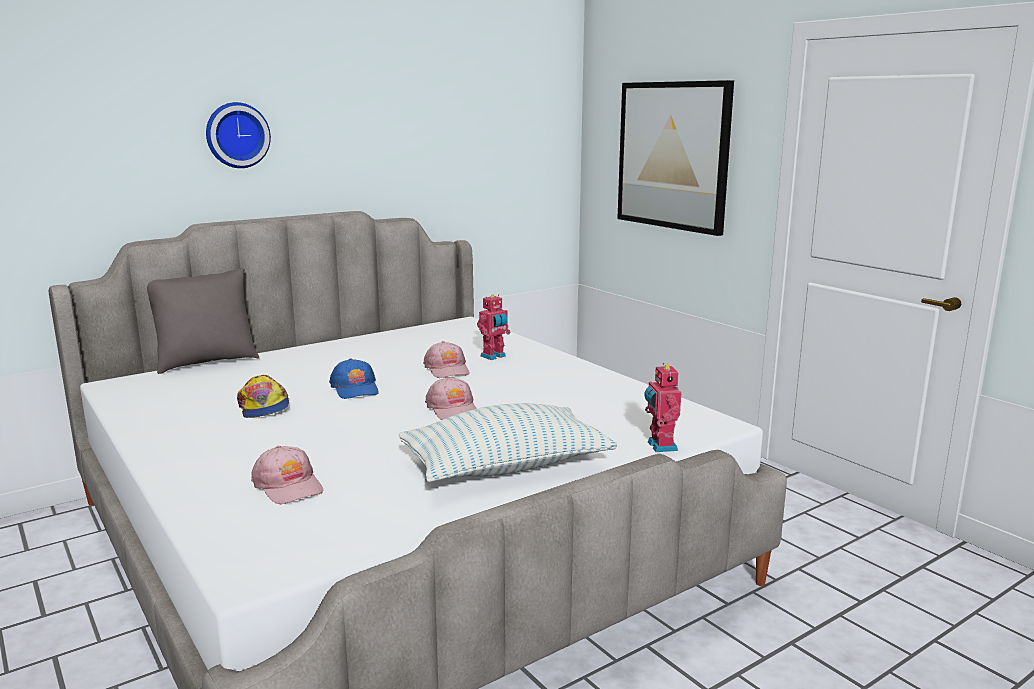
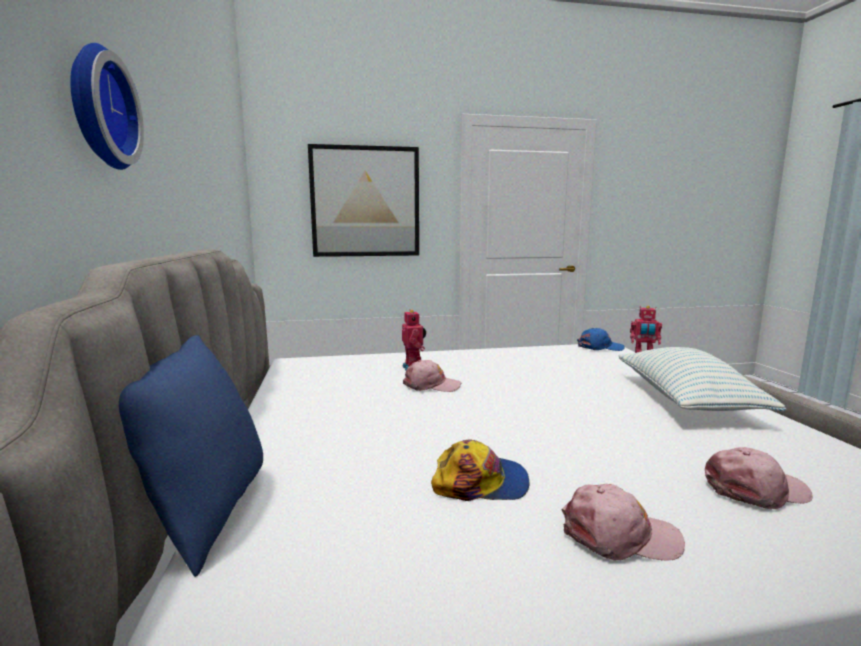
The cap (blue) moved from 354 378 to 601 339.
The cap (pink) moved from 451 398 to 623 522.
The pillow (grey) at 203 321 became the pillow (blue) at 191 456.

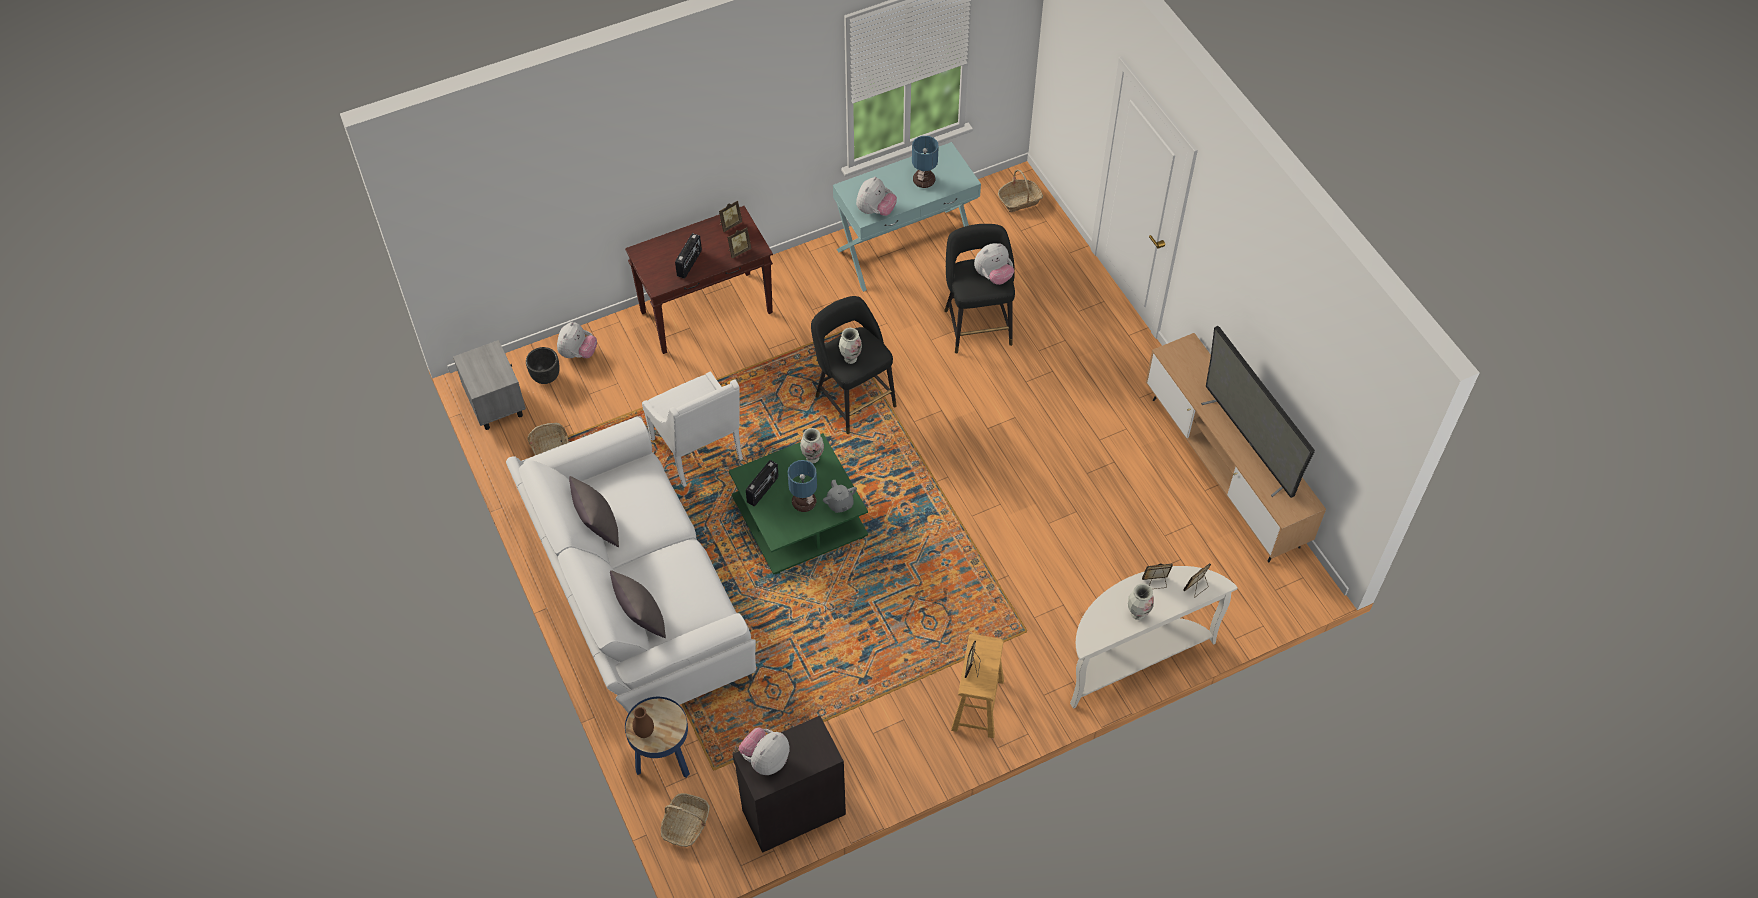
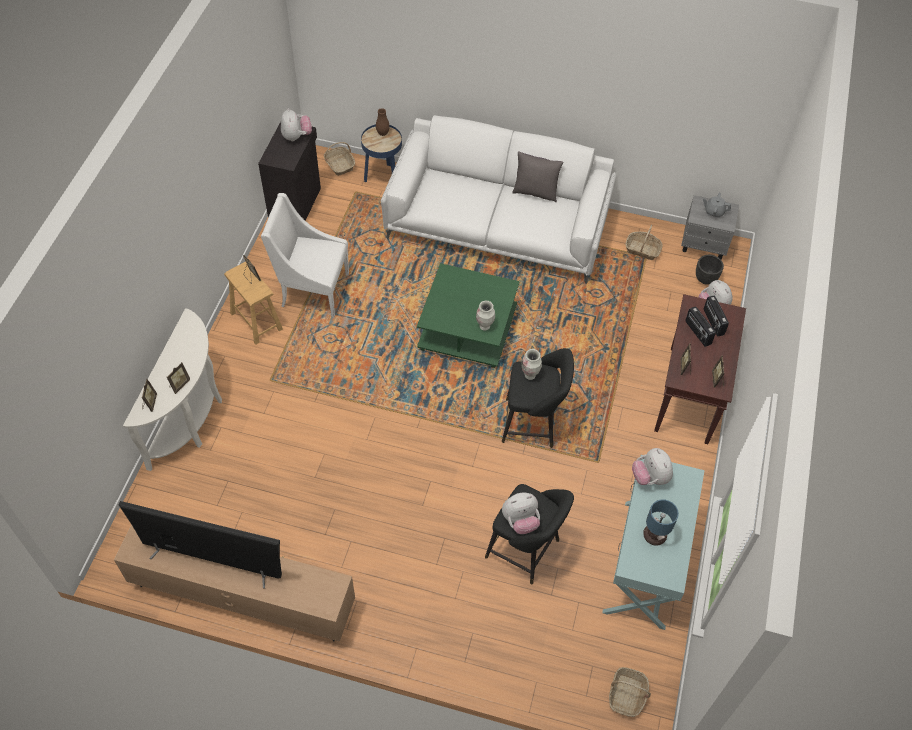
The pillow (grey) at 638 604 disappeared.
The table lamp at 802 486 disappeared.
The vase at 1141 602 disappeared.
The armchair (white) moved from 692 429 to 305 255.
The radio moved from 762 483 to 716 316.
The teapot (grey) moved from 840 496 to 717 205.
The plush toy at 994 264 turned 120 degrees counterclockwise.

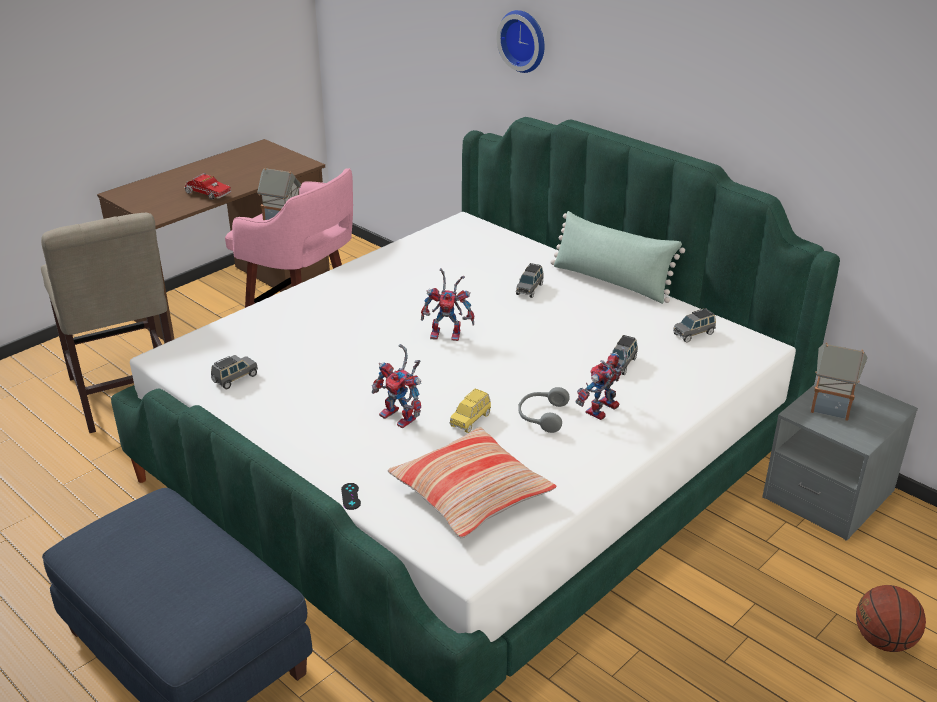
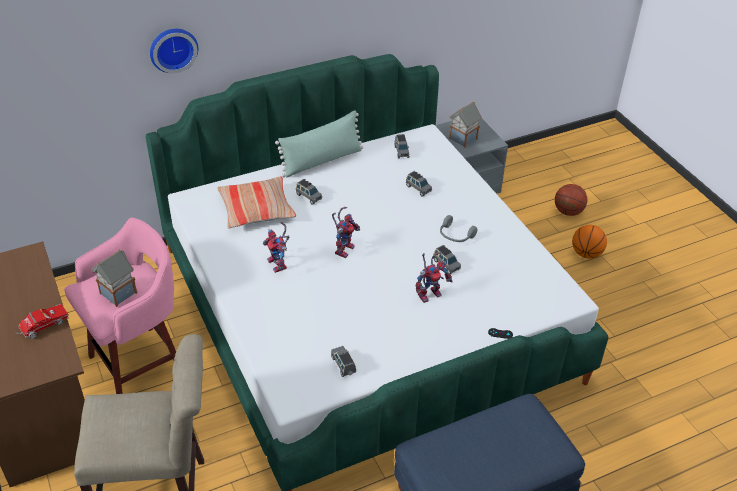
The basketball at 589 242 appeared.
The pillow moved from 472 482 to 256 202.
The toy robot moved from 601 383 to 276 247.
The toy car (yellow) at 470 410 became the toy car (grey) at 447 259.

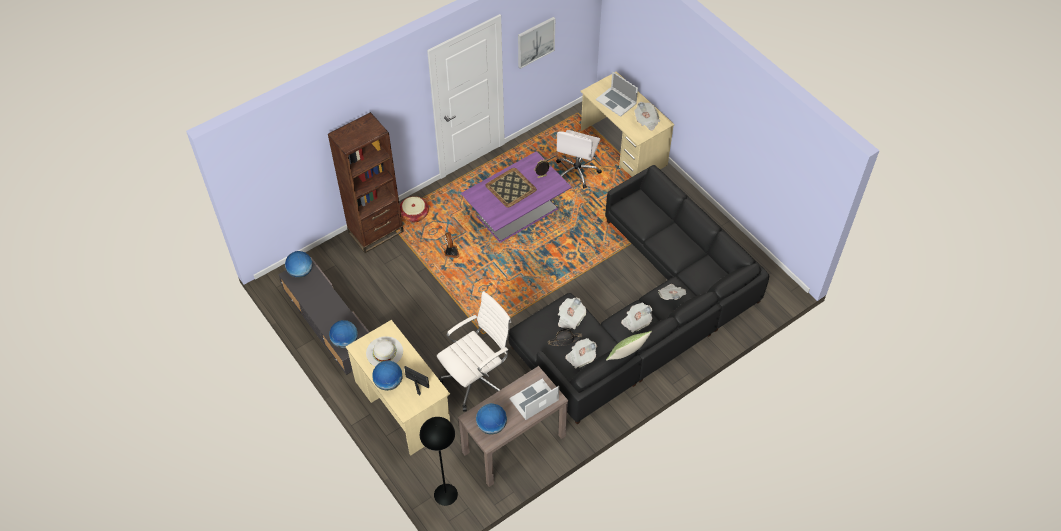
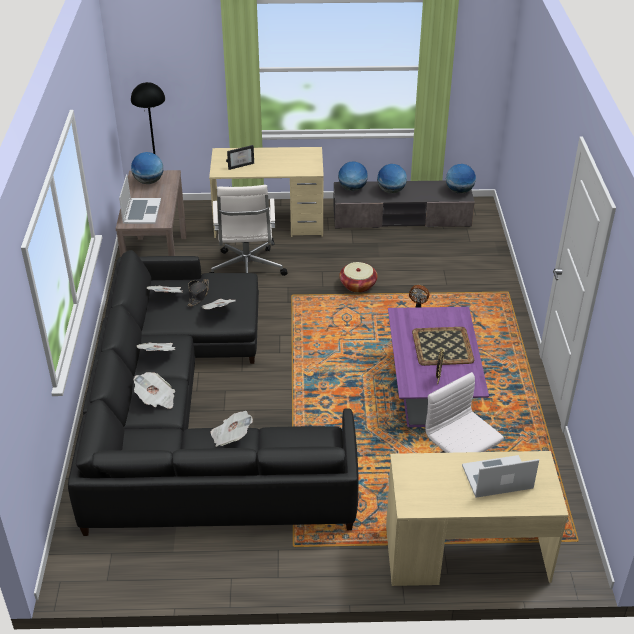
The bookcase (brown) at 366 182 disappeared.
The hat (white) at 384 351 disappeared.
The picture at 536 43 disappeared.
The pillow at 629 346 disappeared.
The globe moved from 387 375 to 392 179.
The basket moved from 414 209 to 358 277.
The newspaper moved from 647 116 to 231 429.

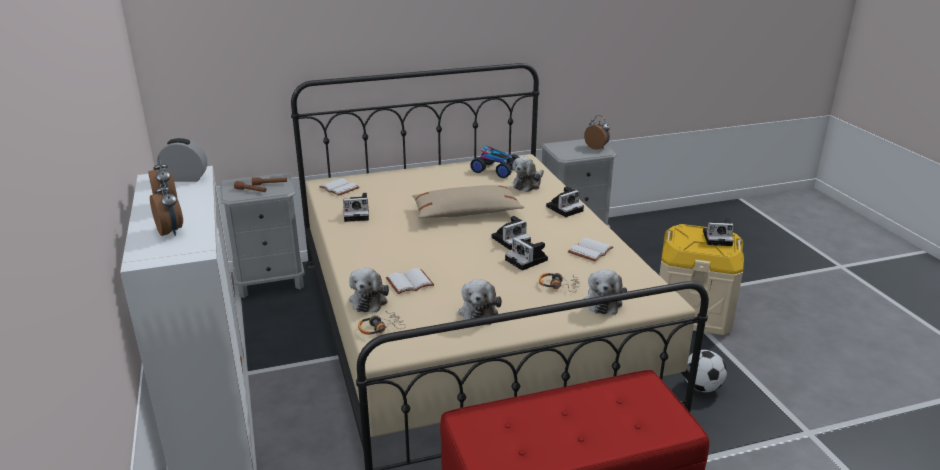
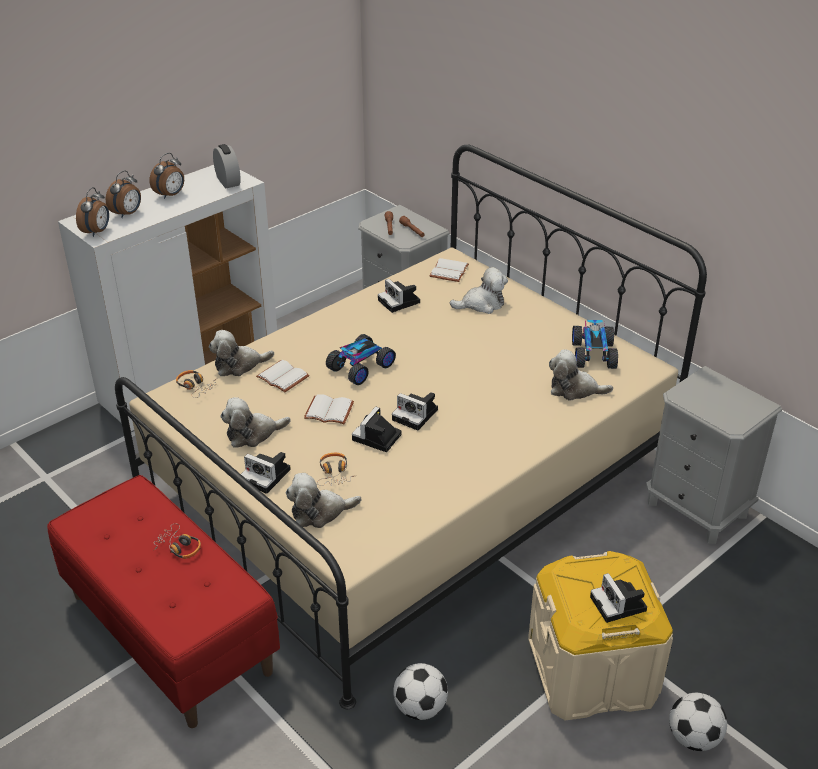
The pillow (beige) at 468 201 disappeared.
The headphones at 177 541 appeared.
The toy car at 361 359 appeared.
The plush toy at 478 290 appeared.
The football at 698 722 appeared.
The photo camera moved from 565 201 to 266 473.
The book (white) moved from 590 249 to 329 409.
The alarm clock moved from 597 132 to 92 212.

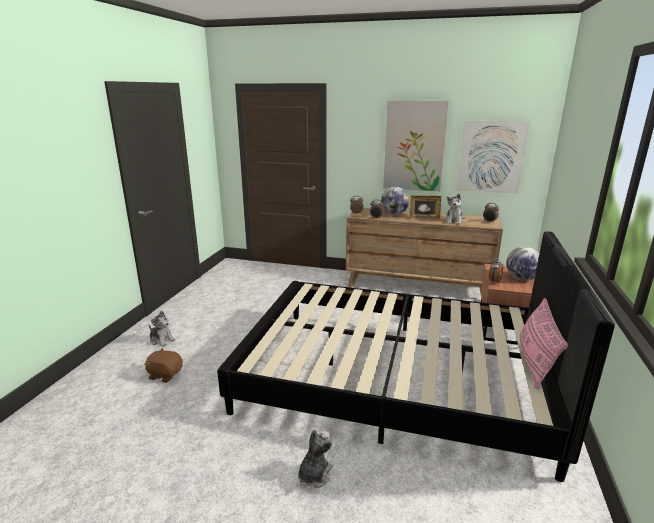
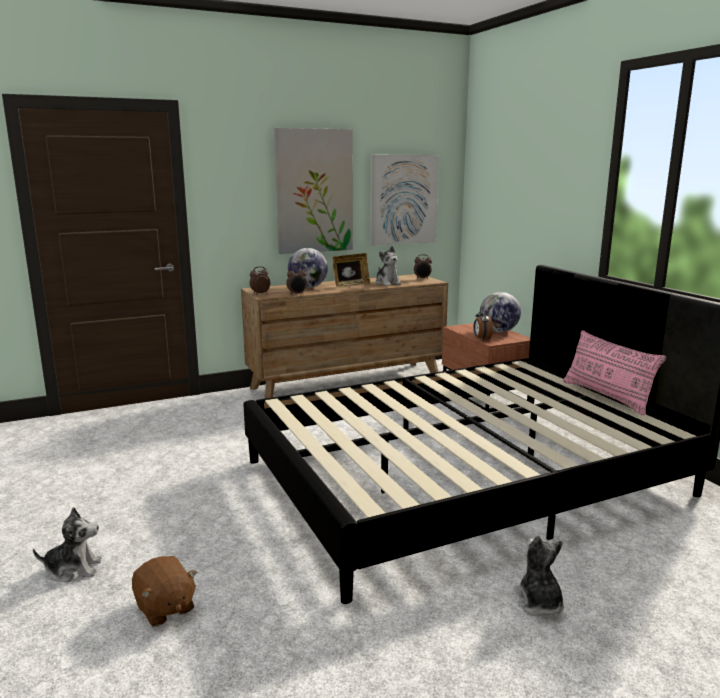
The plush toy (brown) at 163 365 turned 105 degrees counterclockwise.

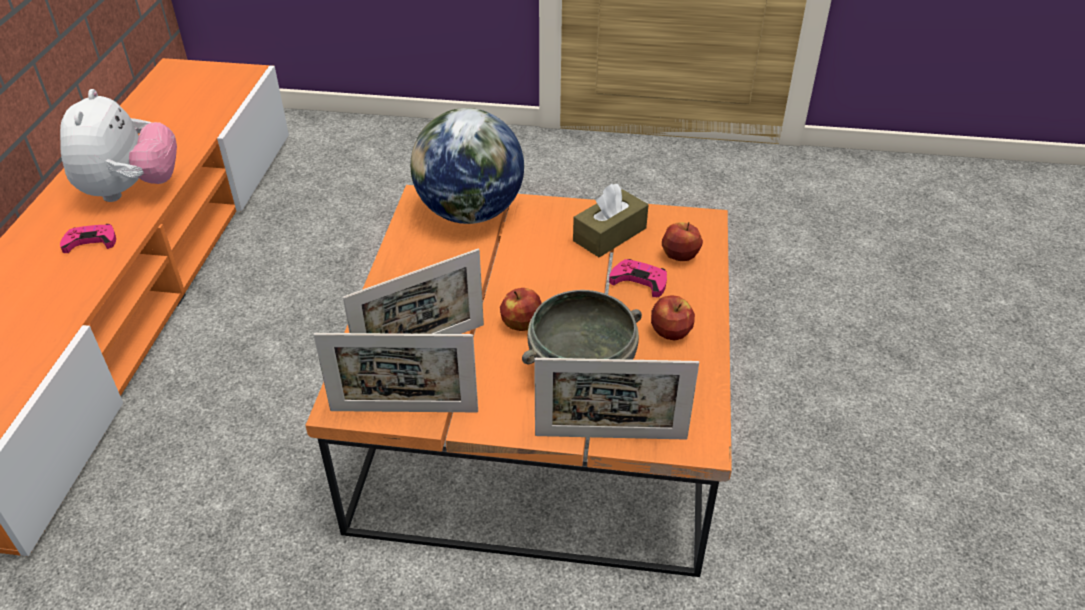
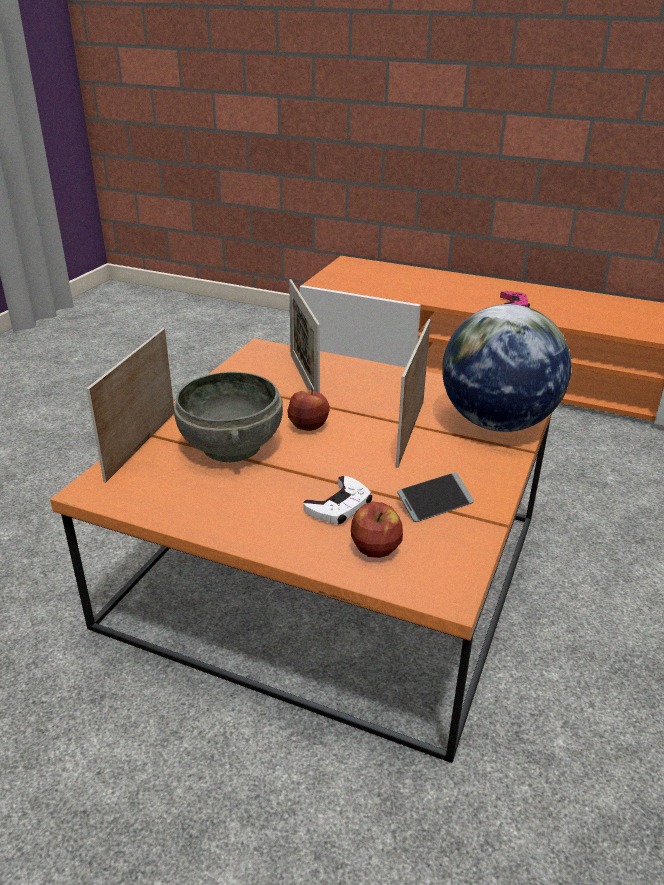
The plush toy at 118 145 disappeared.
The apple at 673 318 disappeared.
The picture frame moved from 395 372 to 413 393.
The tissue box (brown) at 610 220 was replaced by the phone at 435 497.
The game controller (pink) at 638 278 became the game controller (white) at 337 500.

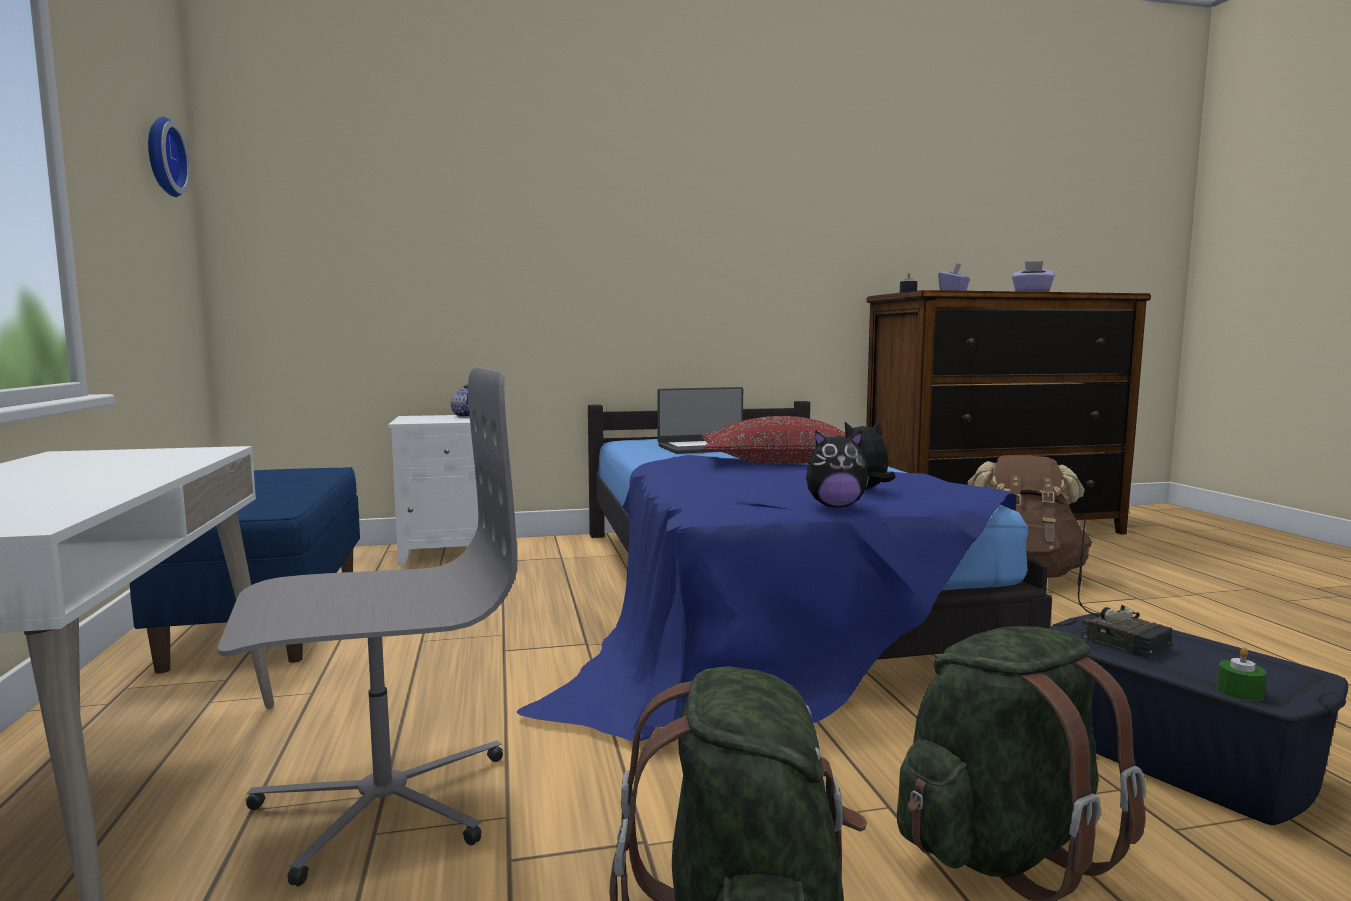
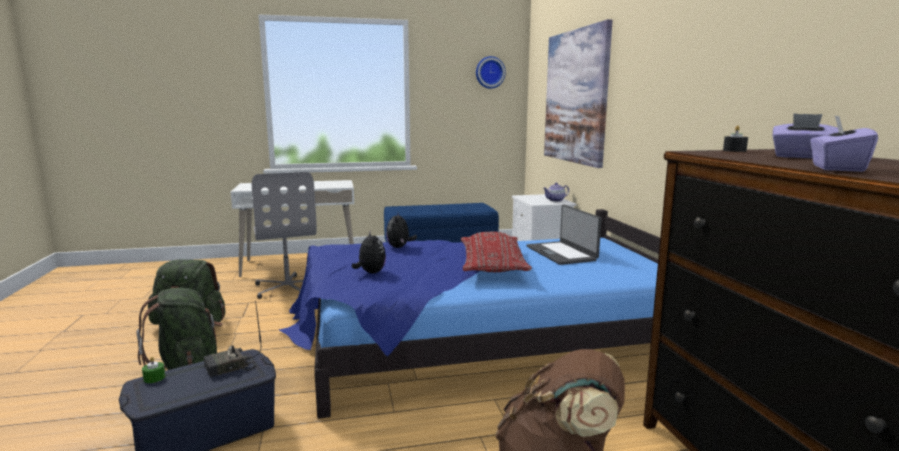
The picture at 578 93 appeared.
The plush toy moved from 837 469 to 401 230.

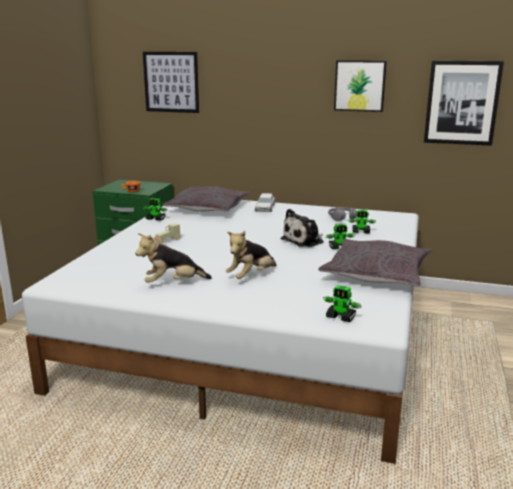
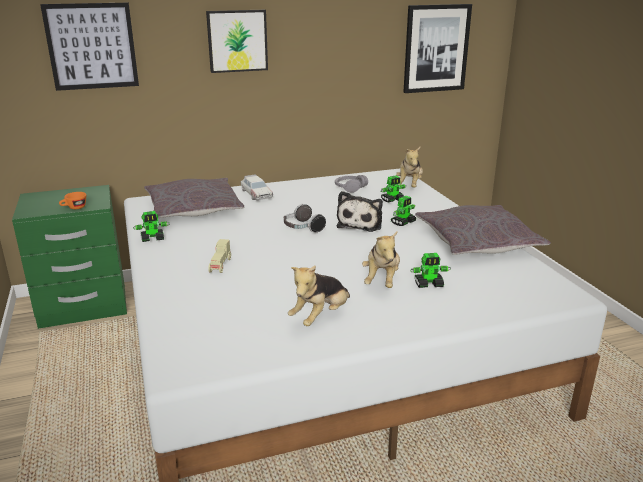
The headphones at 305 218 appeared.
The plush toy at 409 167 appeared.
The toy robot moved from 342 303 to 430 270.
The picture moved from 360 86 to 237 41.

